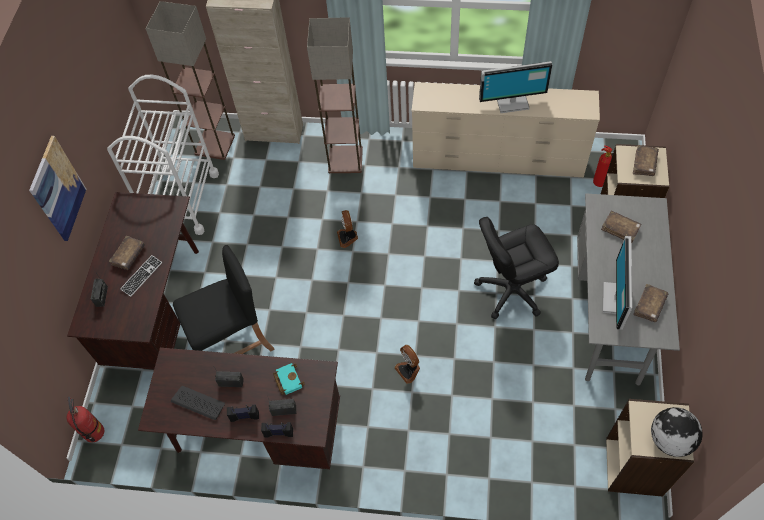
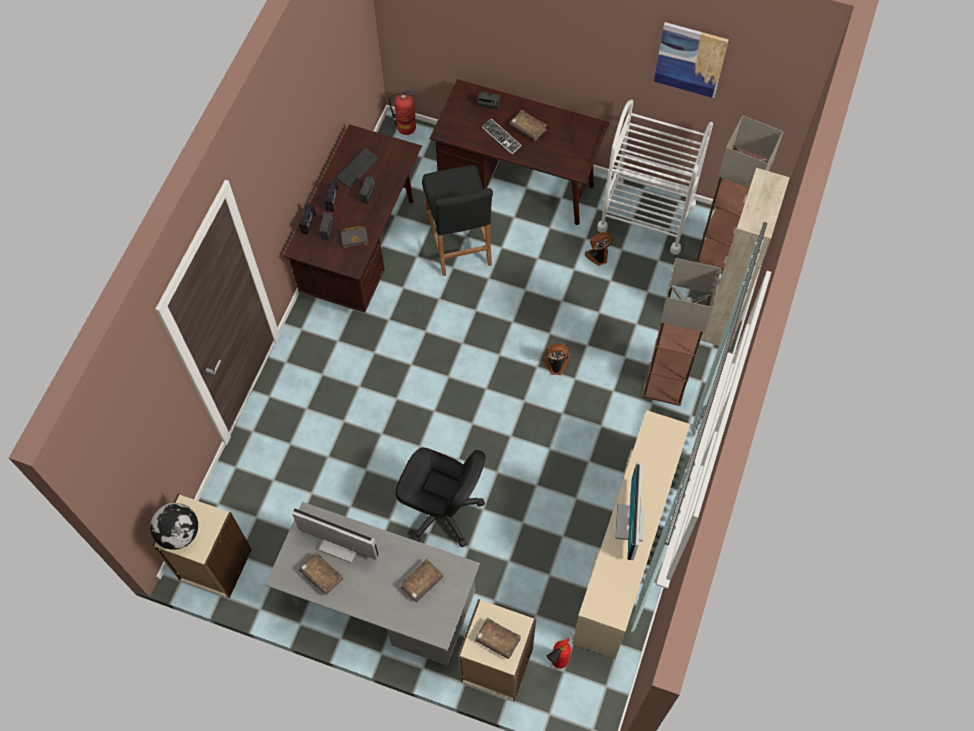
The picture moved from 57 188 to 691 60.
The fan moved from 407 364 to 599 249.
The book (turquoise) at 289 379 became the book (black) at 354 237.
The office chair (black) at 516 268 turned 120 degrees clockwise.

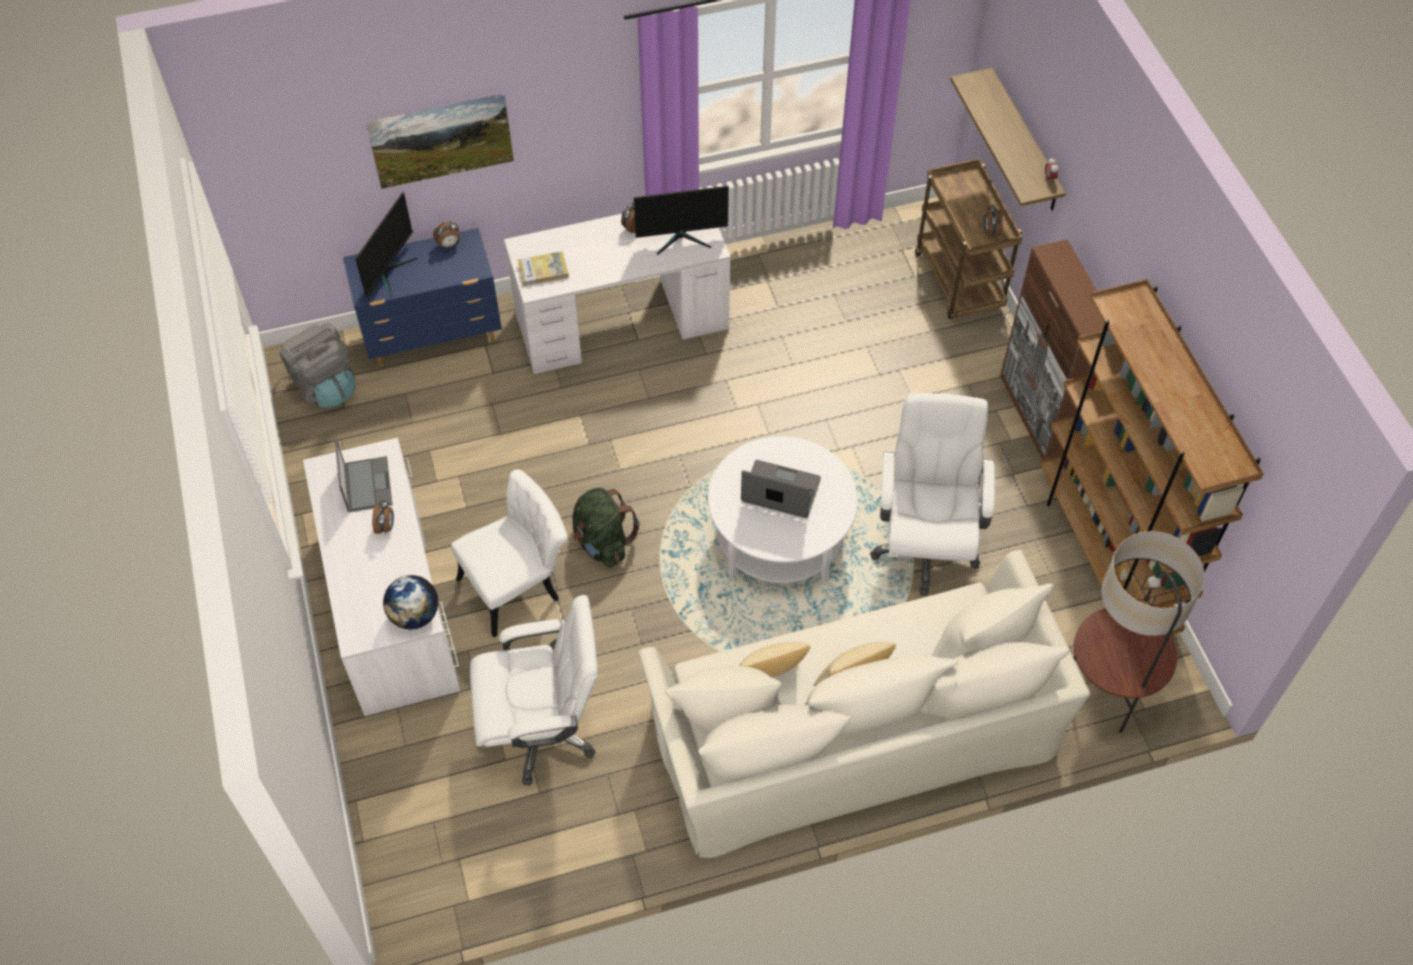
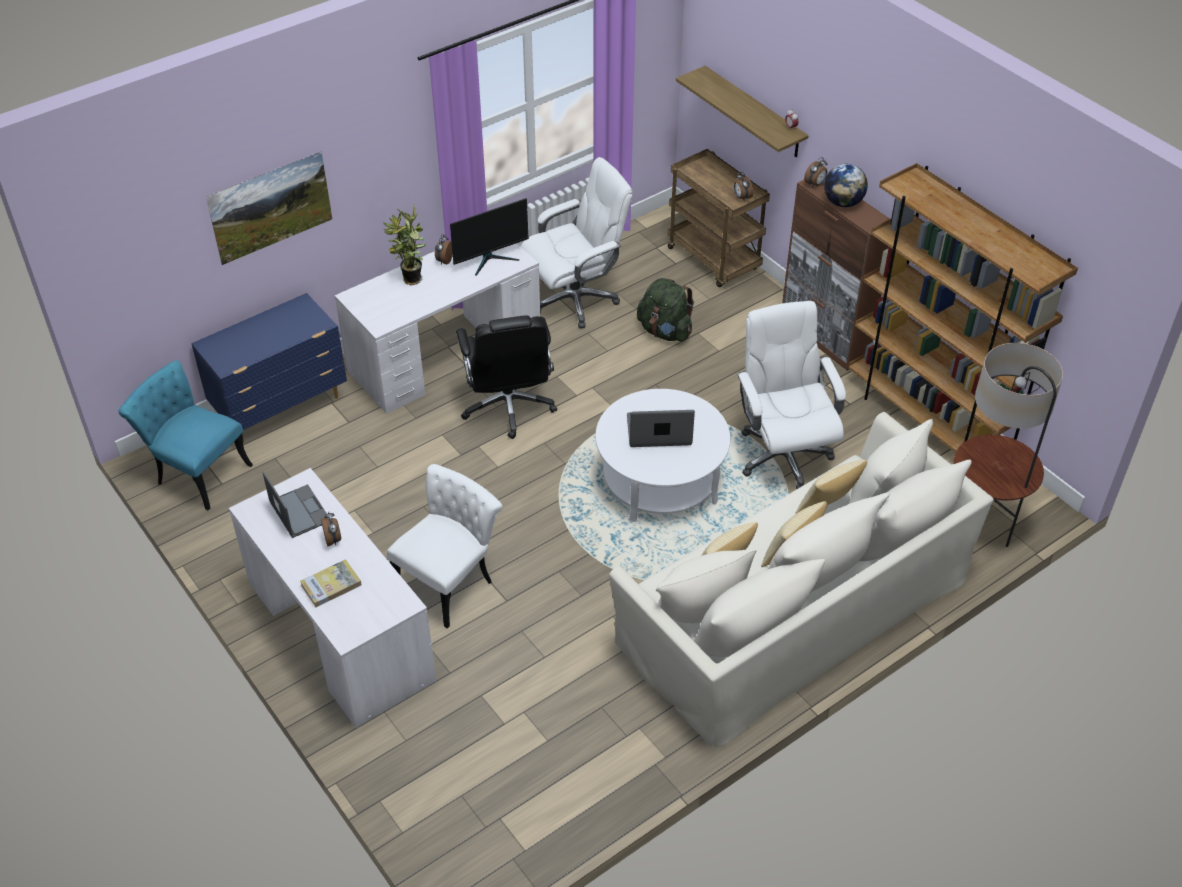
The monitor at 386 244 disappeared.
The potted plant at 405 245 appeared.
The office chair (black) at 506 377 appeared.
The pillow at 831 487 appeared.
The globe moved from 410 602 to 846 185.
The alarm clock moved from 446 235 to 816 172.
The office chair (white) moved from 534 690 to 576 242.
The book moved from 543 268 to 331 583.
The backpack (green) moved from 606 528 to 665 310.
The backpack (grey) at 317 365 was replaced by the chair (turquoise) at 185 435.

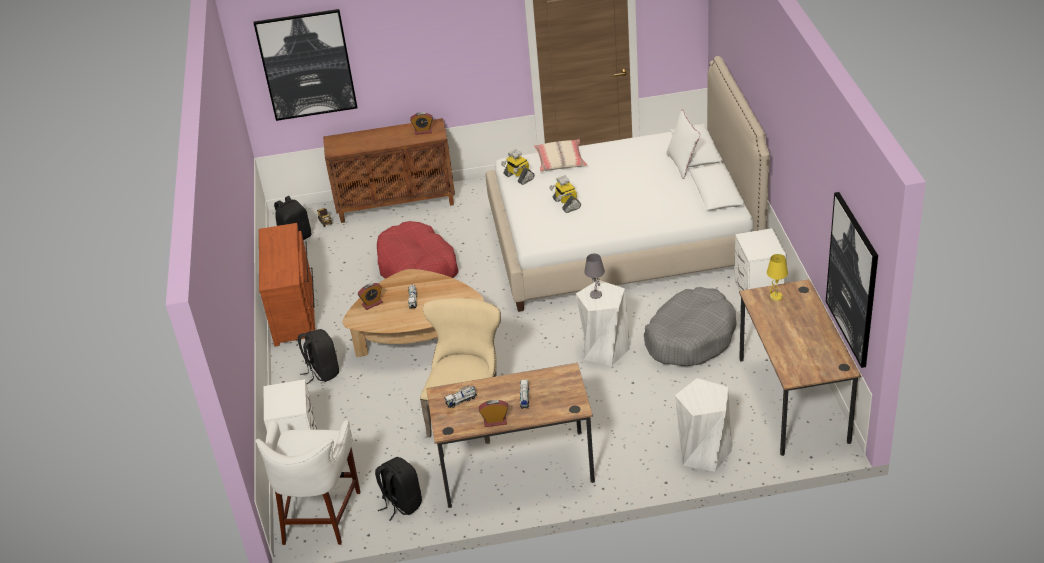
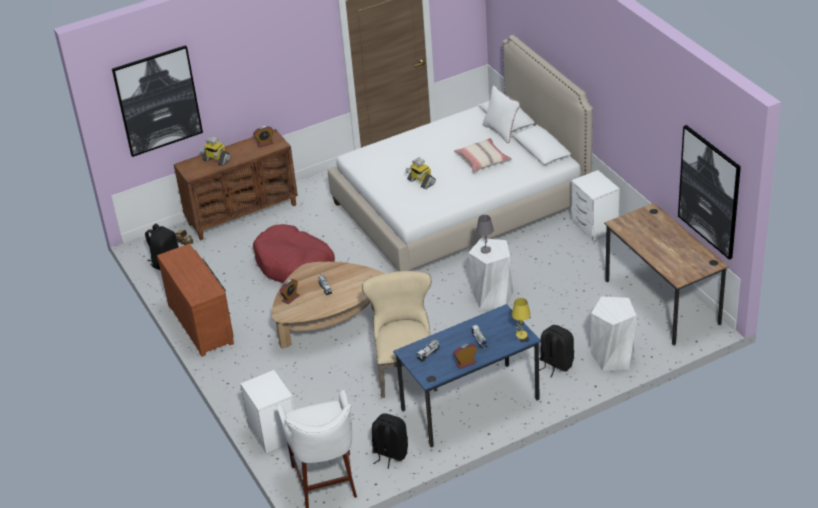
The dog bed (grey) at 690 326 disappeared.
The backpack (black) moved from 318 356 to 556 351.
The toy robot moved from 517 167 to 215 151.
The pillow (beige) moved from 560 155 to 483 155.
The table lamp (yellow) moved from 777 277 to 521 318.
The desk (brown) at 510 435 became the desk (blue) at 467 375.

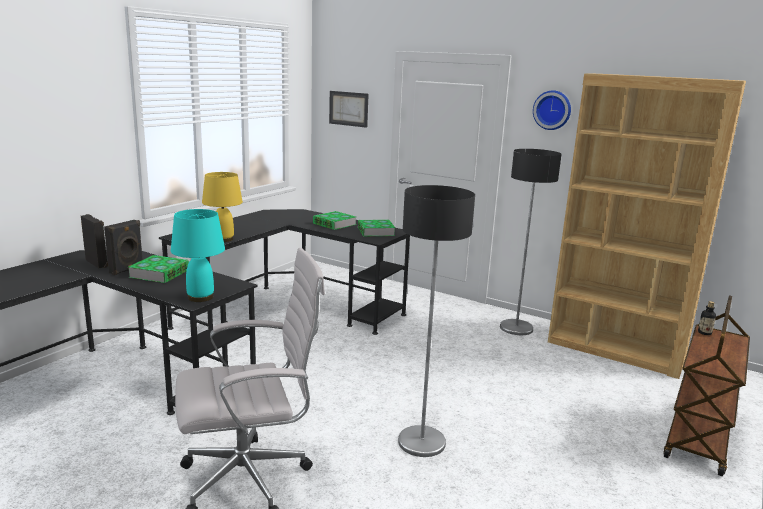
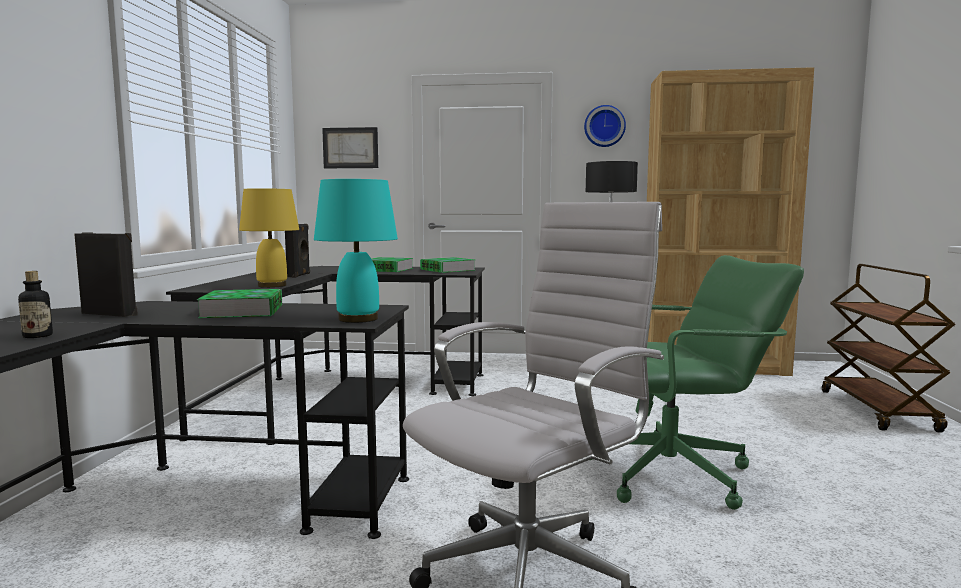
The speaker (black) moved from 123 247 to 297 251.
The bottle moved from 707 318 to 35 304.
The floor lamp at 436 321 was replaced by the office chair (green) at 697 382.

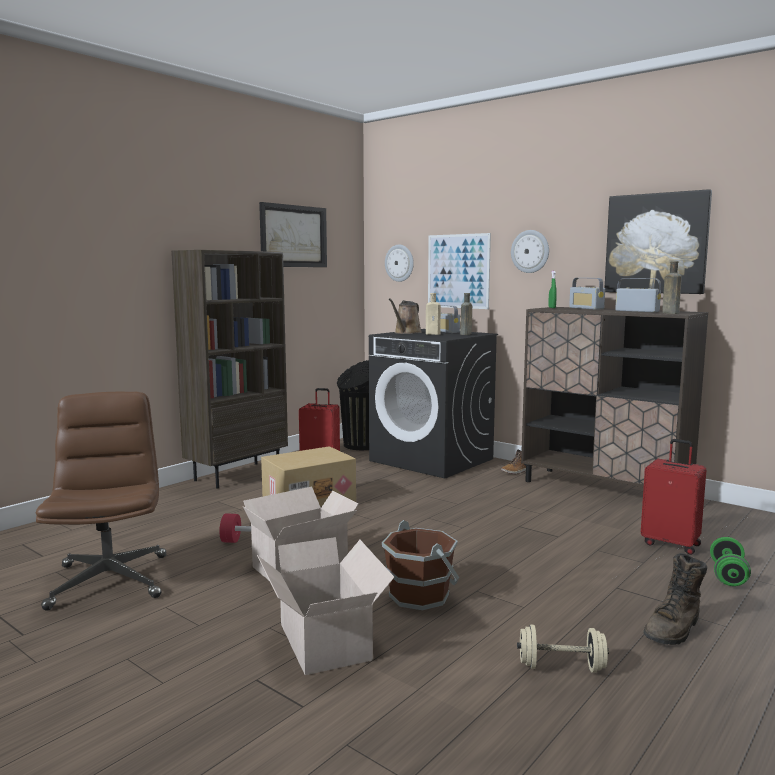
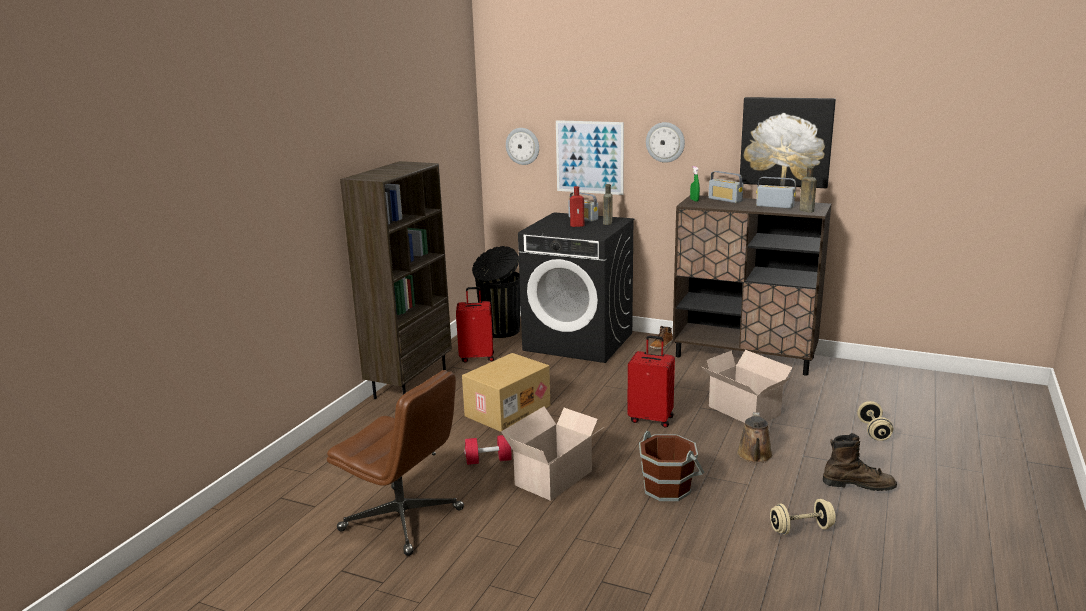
The picture at 293 234 disappeared.
The cardboard box moved from 326 606 to 747 386.
The watering can (brown) moved from 405 316 to 755 437.
The suitcase (red) moved from 673 497 to 651 381.
The bottle (beige) at 433 314 became the bottle (red) at 577 206.
The dumbbell (green) at 730 561 became the dumbbell (beige) at 875 421.
The office chair (brown) at 101 501 turned 150 degrees clockwise.
The boot (brown) at 675 599 turned 105 degrees counterclockwise.

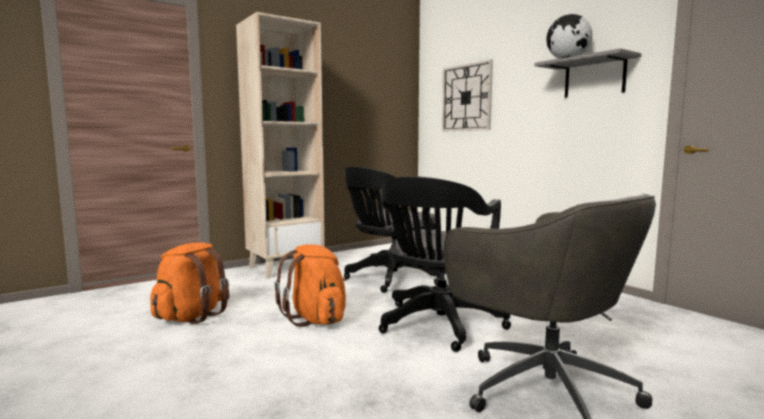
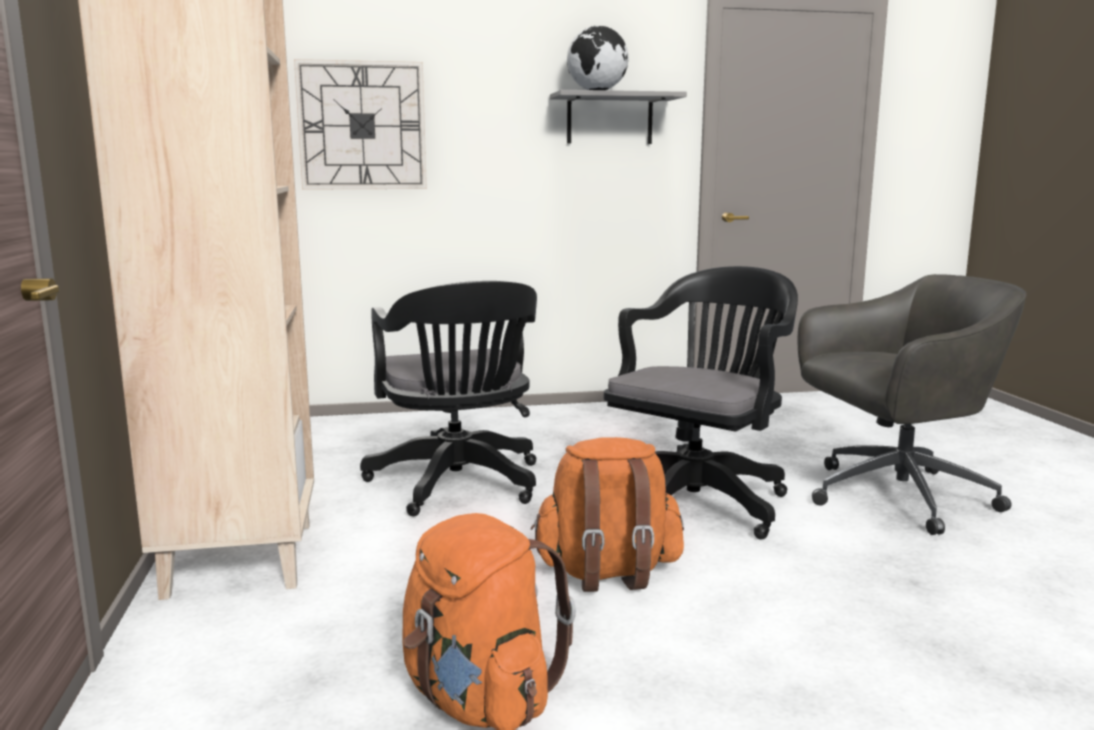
The office chair (black) at 445 264 turned 105 degrees counterclockwise.

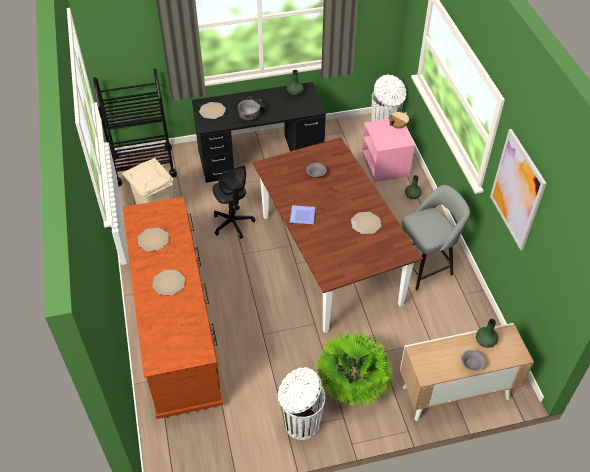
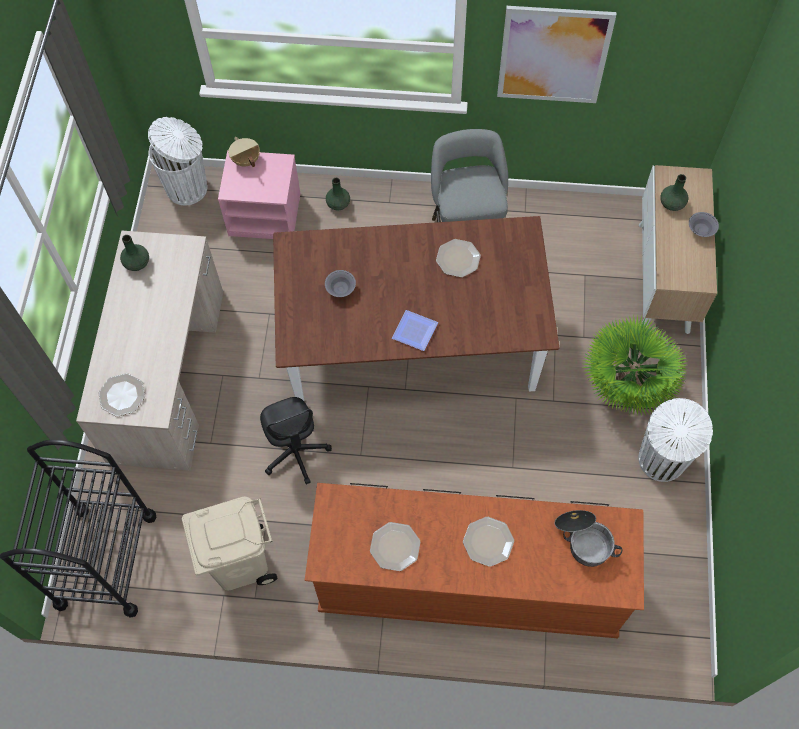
The cooking pot moved from 253 109 to 589 538.
The desk (black) at 259 132 became the desk (beige) at 149 351.
The office chair (black) at 233 202 turned 75 degrees clockwise.

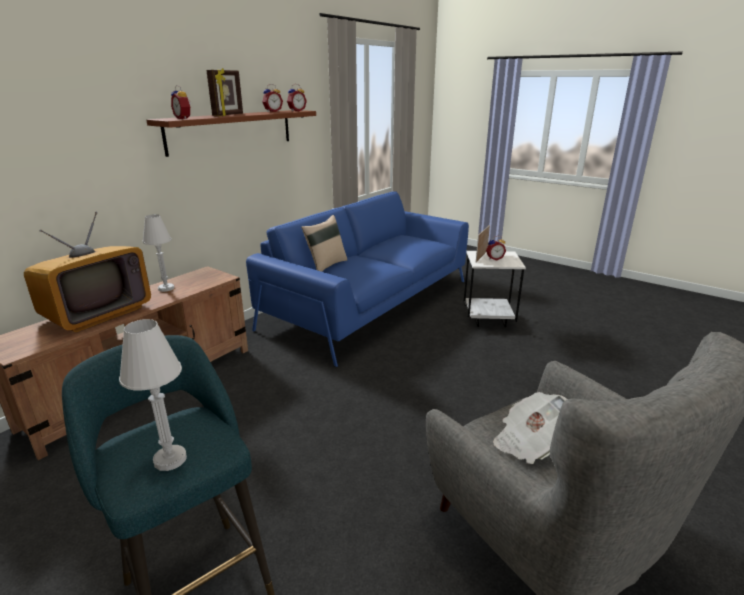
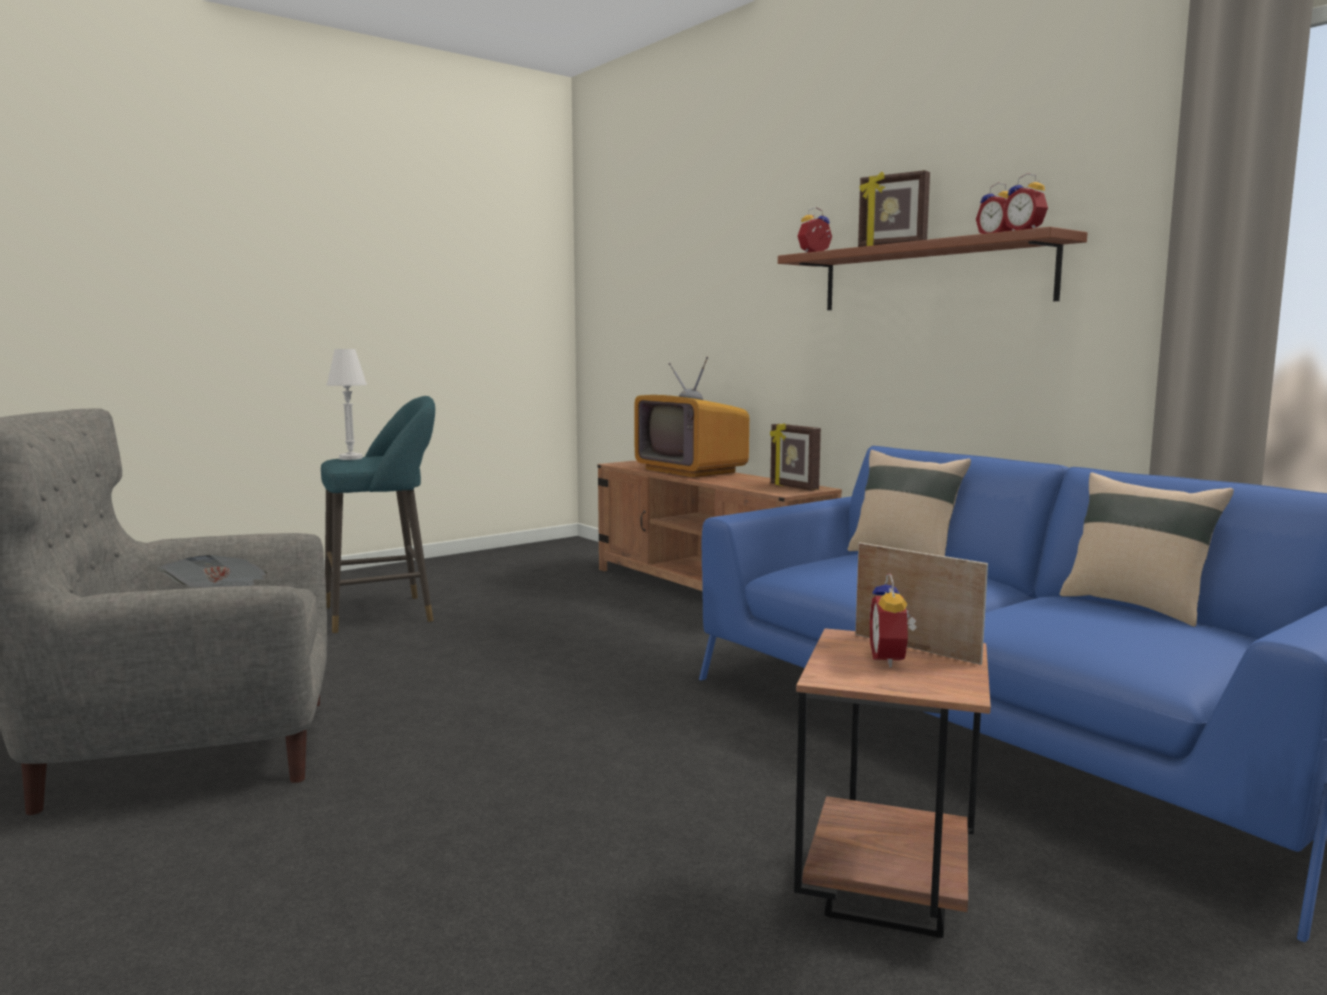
The table lamp (white) at 158 253 disappeared.
The picture frame at 795 456 appeared.
The pillow (beige) at 1146 549 appeared.
The side table (white) at 494 289 became the side table (brown) at 892 783.

